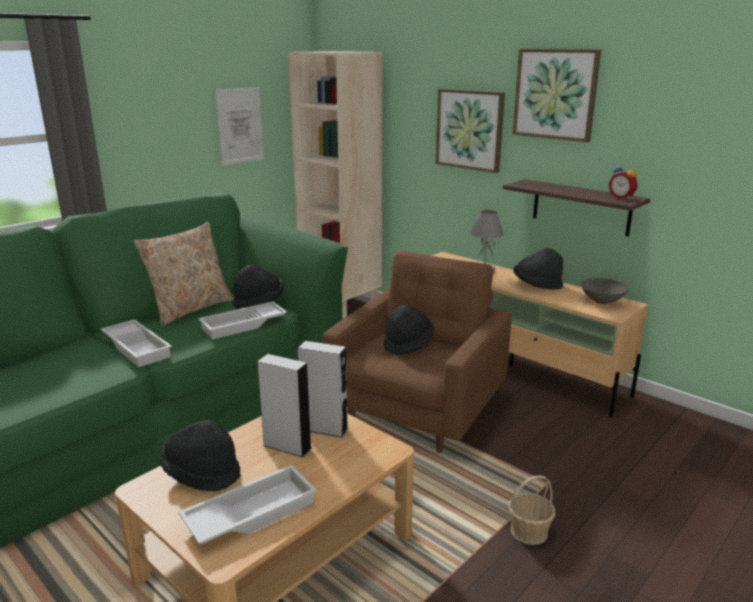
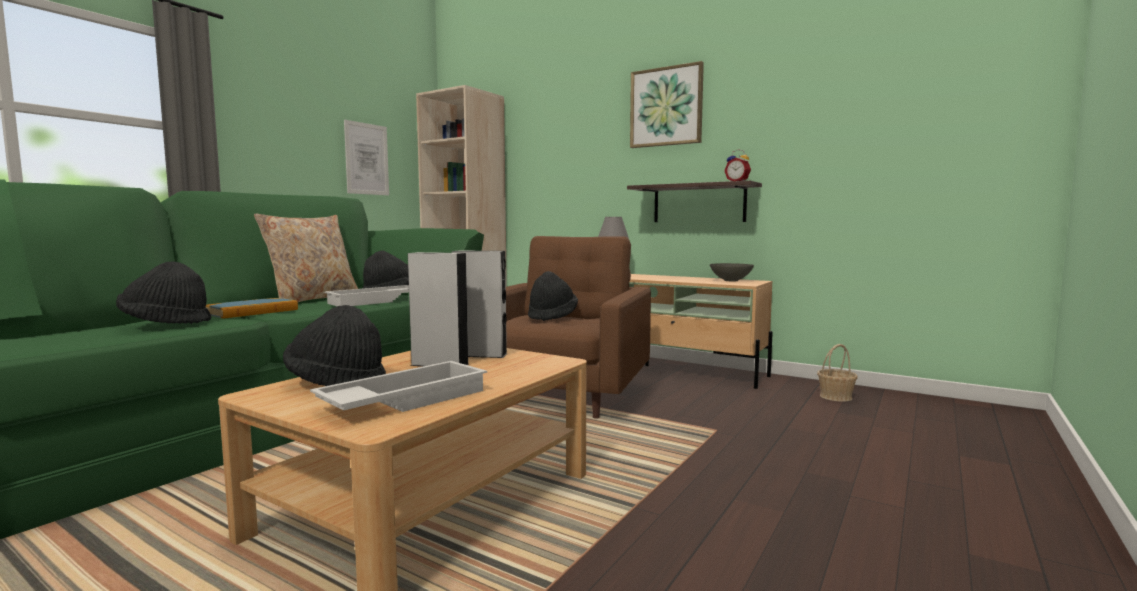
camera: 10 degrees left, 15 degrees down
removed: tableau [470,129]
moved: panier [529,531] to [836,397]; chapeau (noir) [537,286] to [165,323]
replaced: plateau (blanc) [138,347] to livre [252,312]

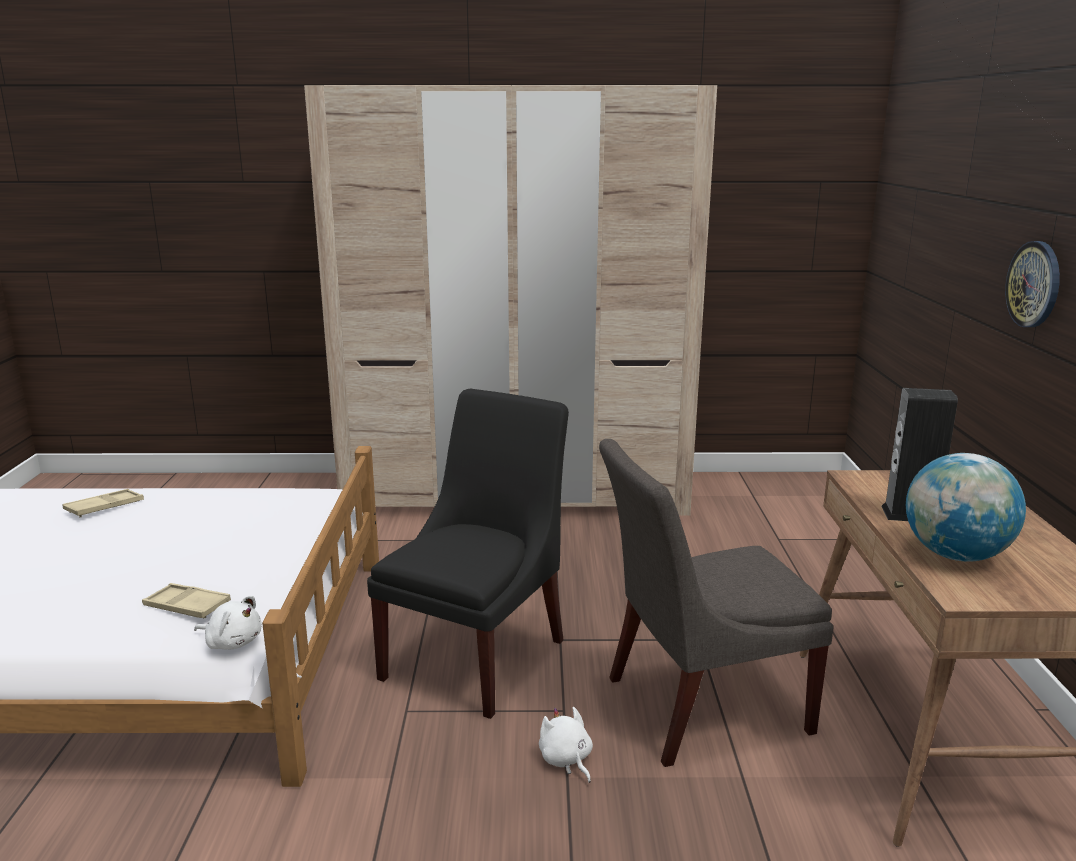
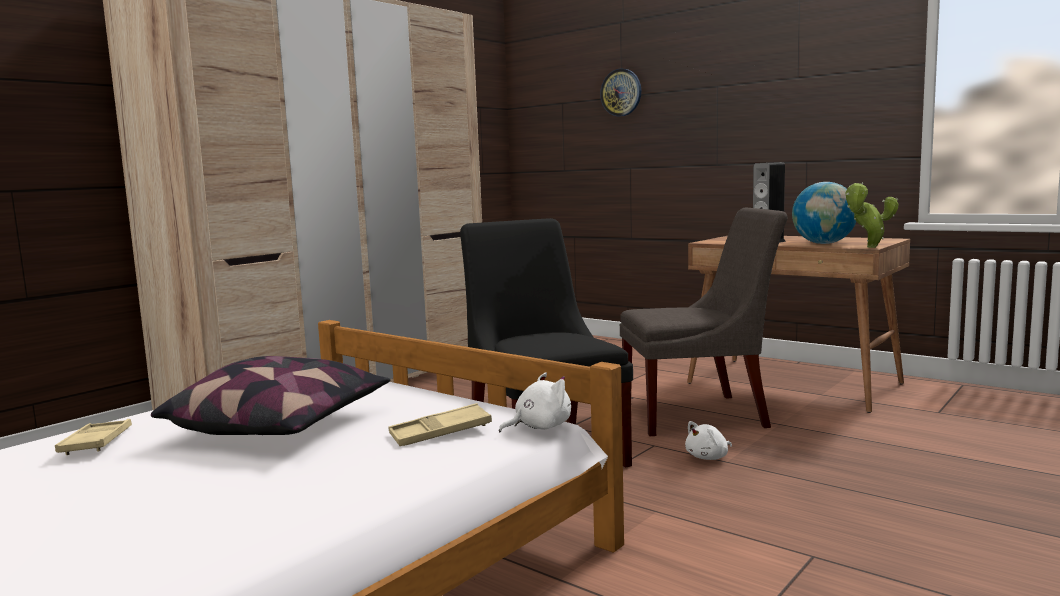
camera: 50 degrees left, 10 degrees down
added: coussin [282,426]; plante en pot [869,247]
moved: horloge murale [1034,284] to [621,92]
turned: peluche (blanc) [566,760] = [708,457] 45 degrees counterclockwise; chaise (gris) [698,706] = [700,415] 120 degrees counterclockwise

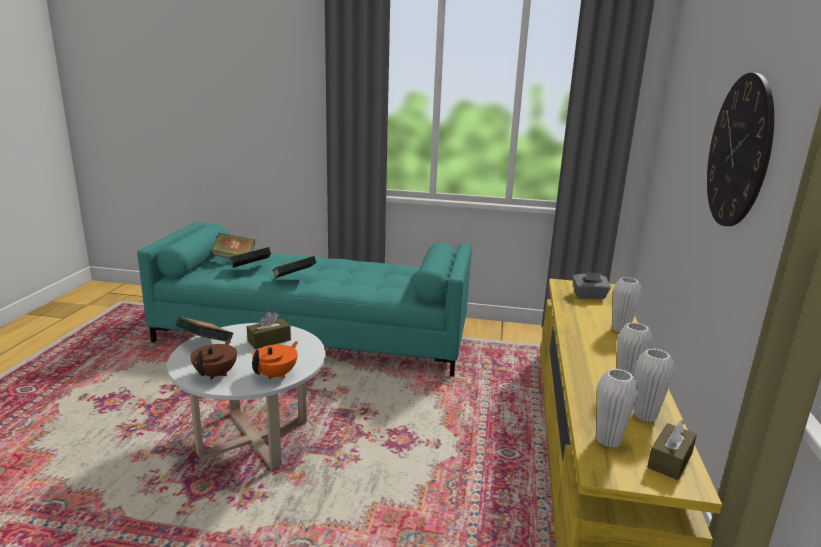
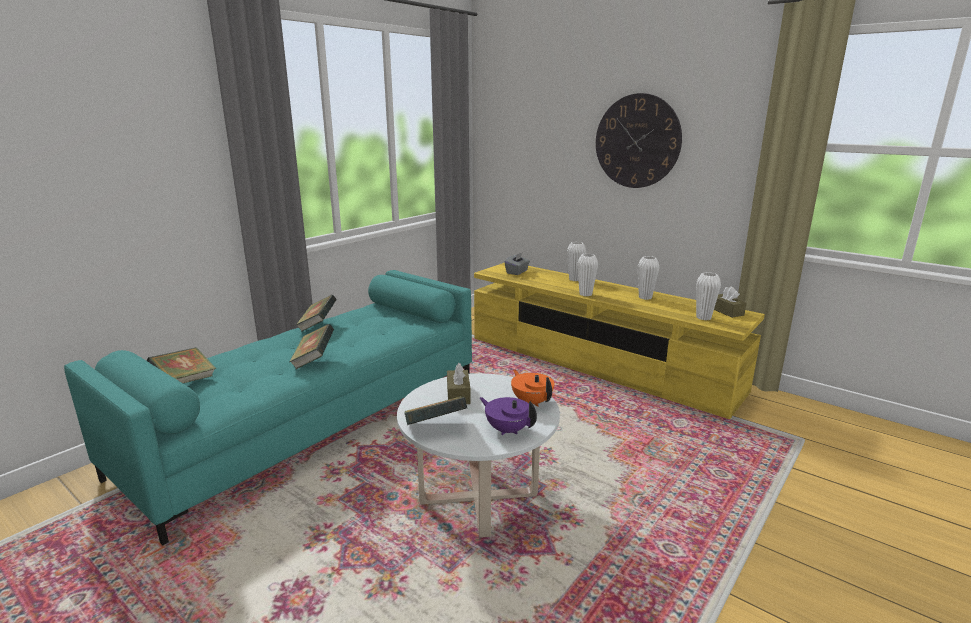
camera: 60 degrees left, 0 degrees up
moved: livre [251,269] to [318,325]; vase (blanc) [645,416] to [585,294]
recoloured: théière (marron) [216,374] to théière (violet) [507,429]

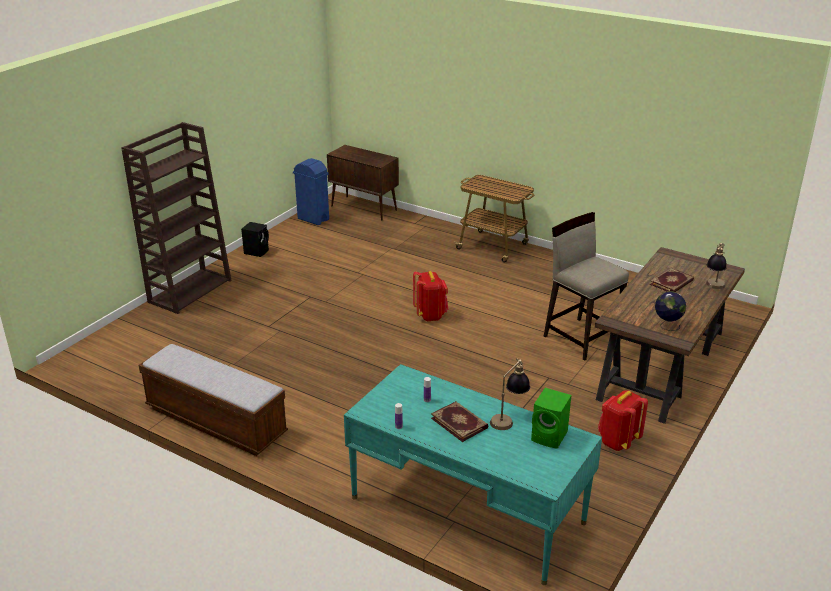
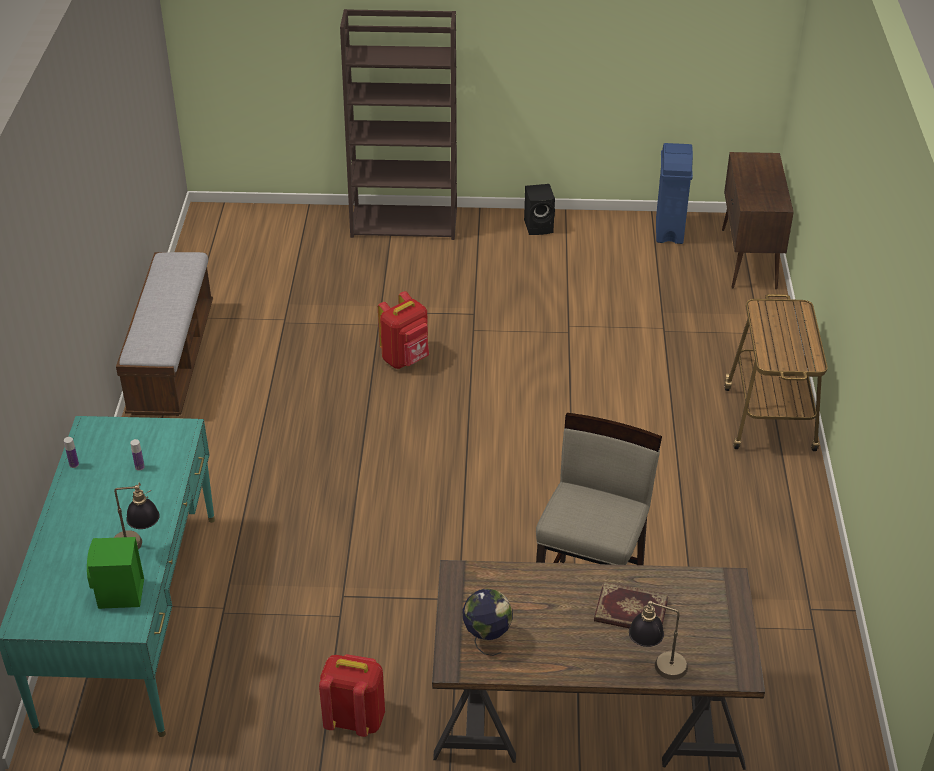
camera: 60 degrees right, 10 degrees up
removed: livre [460,423]
moved: sac à dos (rouge) [430,315] to [406,359]

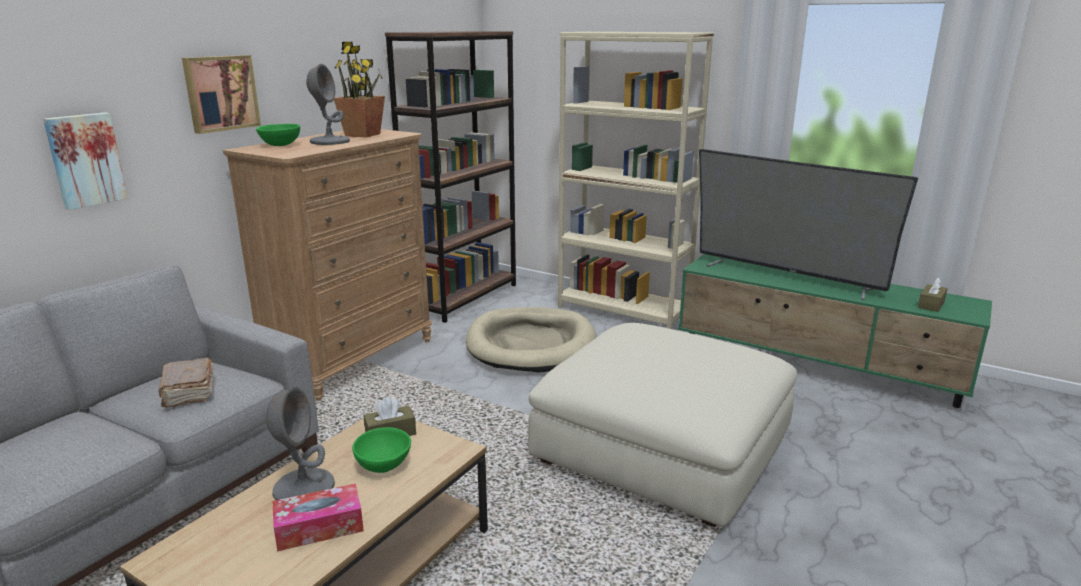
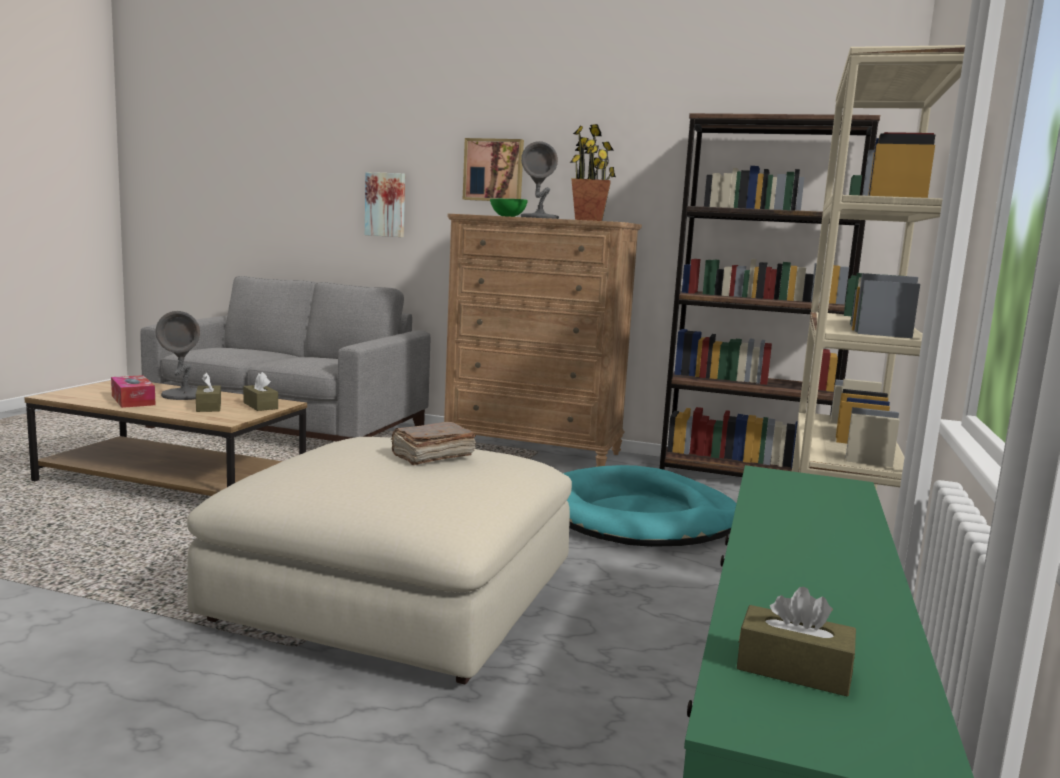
camera: 75 degrees right, 10 degrees down
removed: téléviseur [786,277]
moved: livre (marron) [188,392] to [431,456]
replaced: bol (vert) [384,465] to boîte à mouchoirs (marron) [208,407]
recoloured: panier pour chien (beige) [531,344] to panier pour chien (turquoise) [639,516]

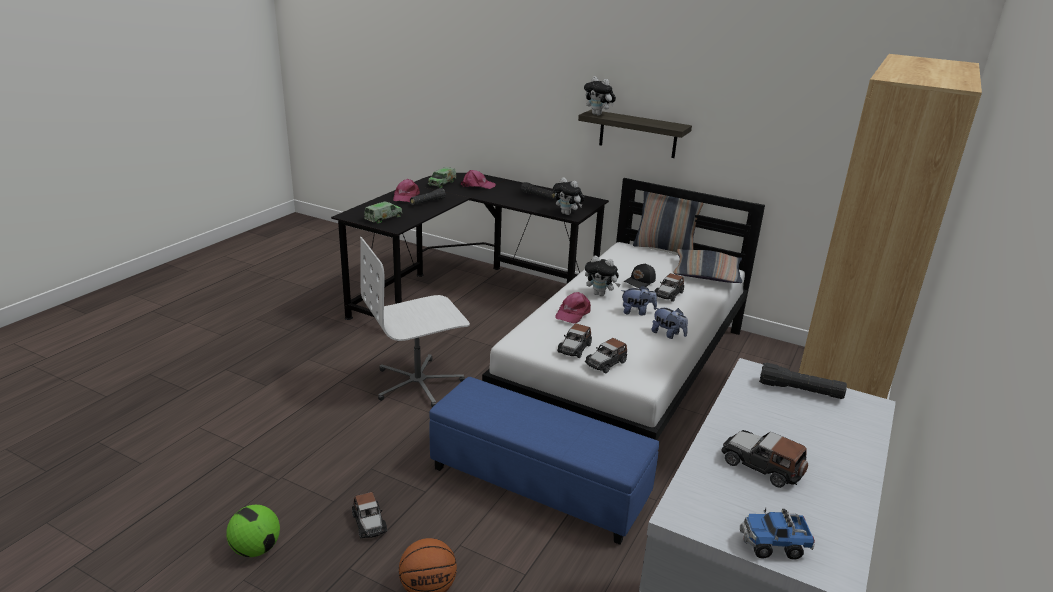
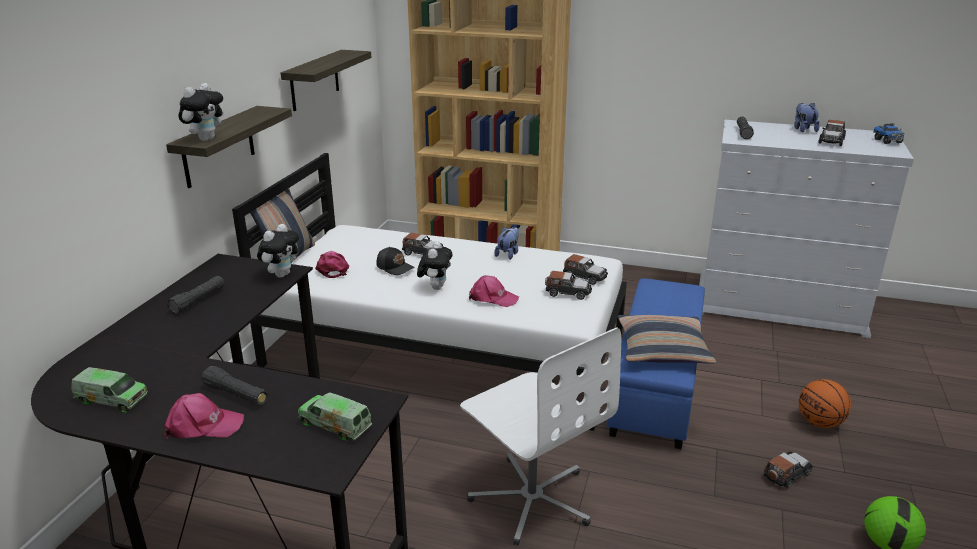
camera: 100 degrees left, 0 degrees up
added: étagère [314,80]
moved: casquette (rose) [477,185] to [333,269]; peluche [637,312] to [803,129]; coussin [706,274] to [662,349]

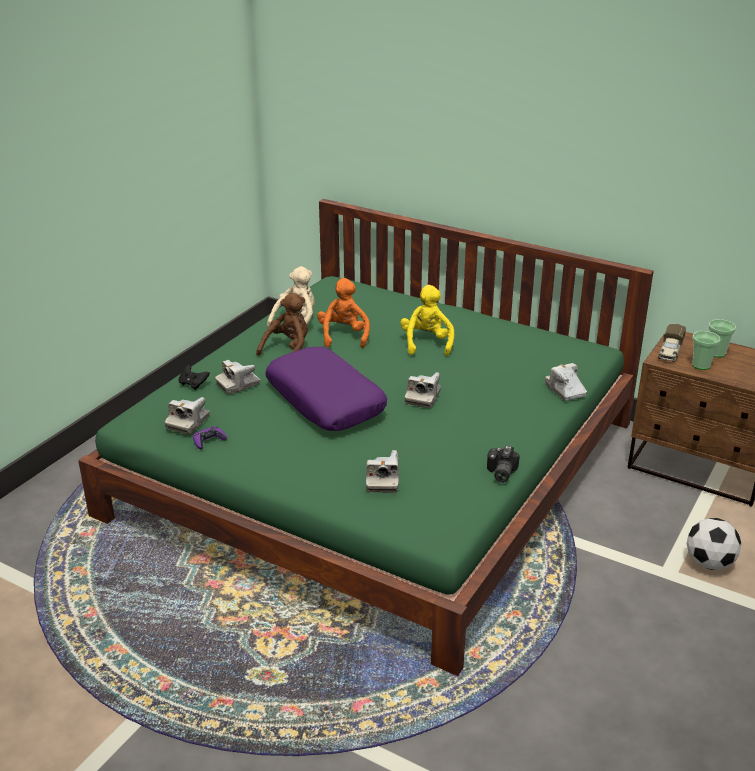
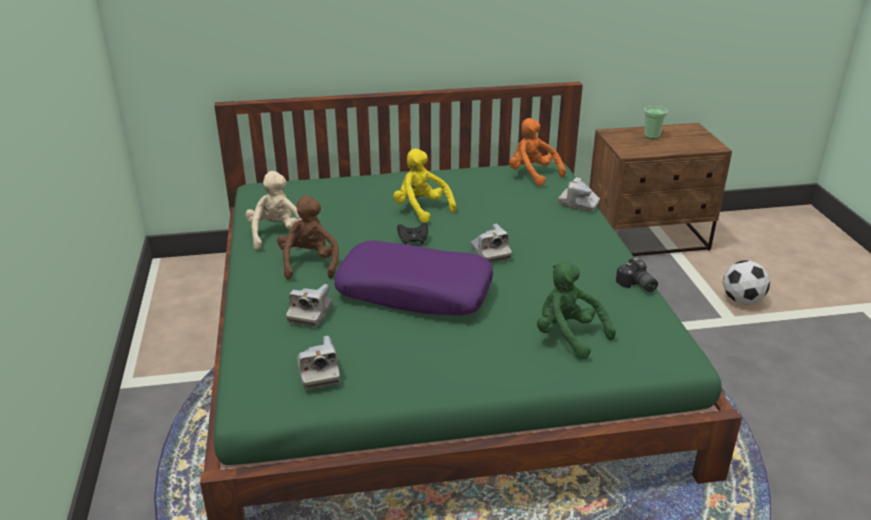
camera: 40 degrees left, 0 degrees up
removed: manette (violet) [209,441]; camion jouet [670,352]; tasse [701,365]
moved: manette (noir) [193,384] to [413,241]; peluche (orange) [343,336] to [532,174]
replaced: appareil photo [382,481] to peluche (vert) [568,336]

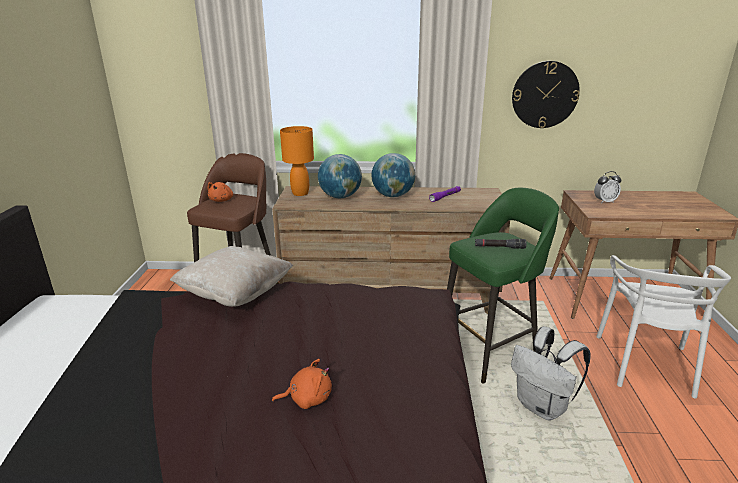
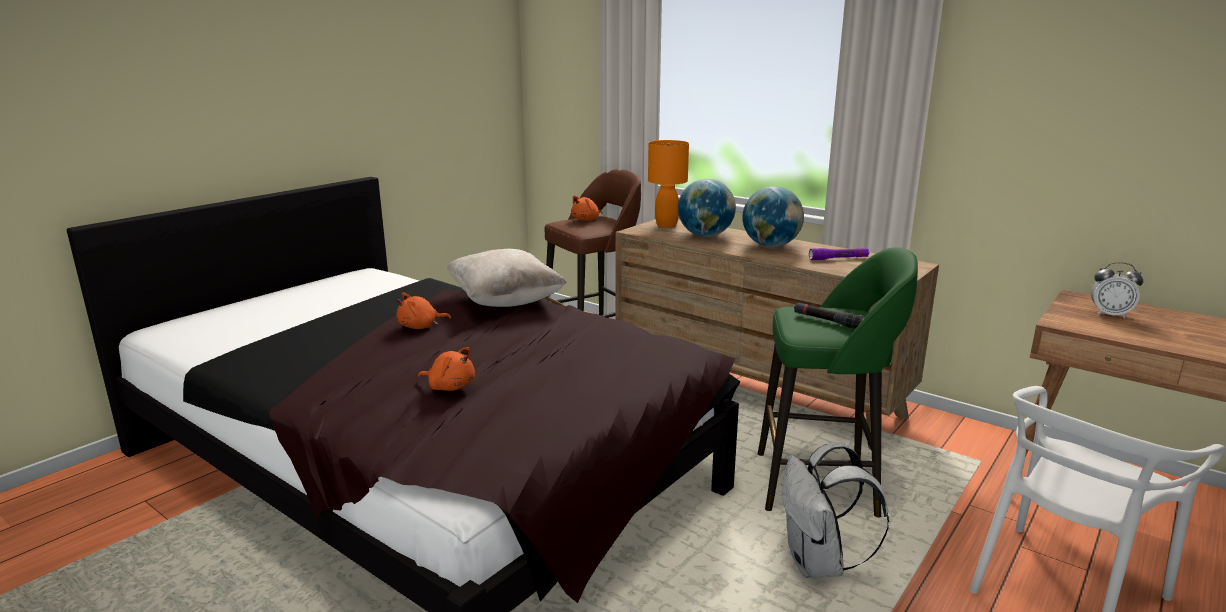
camera: 35 degrees right, 5 degrees down
removed: horloge murale [545,95]
added: peluche (orange) [420,327]

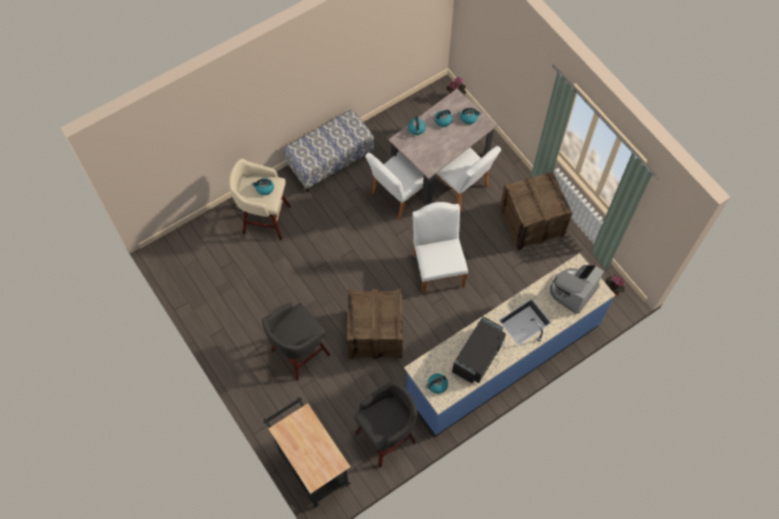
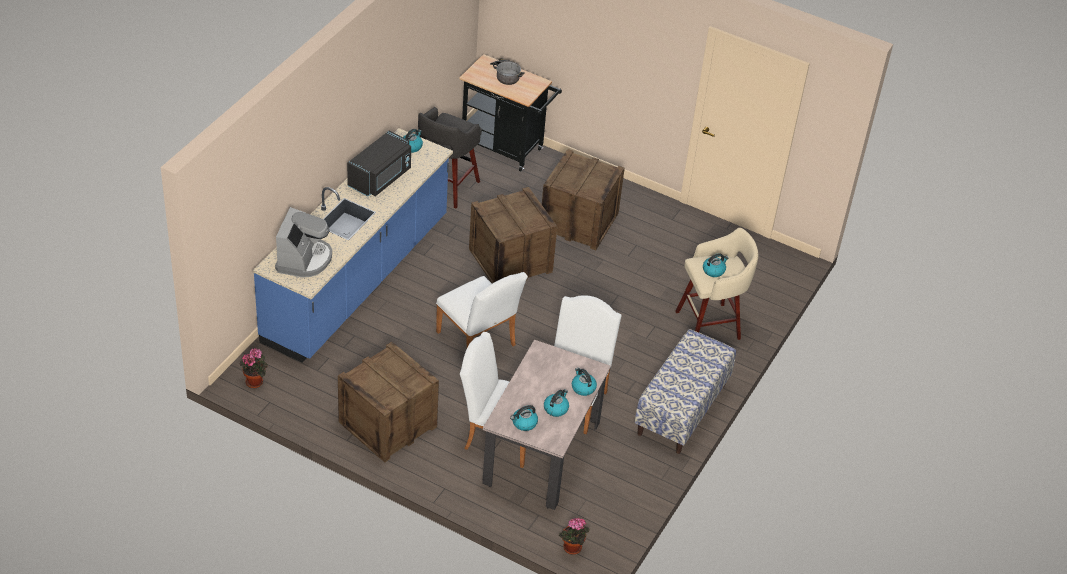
camera: 150 degrees right, 20 degrees down
added: marmite [505,75]
replaced: tabouret (gris) [298,353] to caisse [579,222]
turned: micro-ondes (noir) [478,356] = [381,178] 150 degrees counterclockwise

